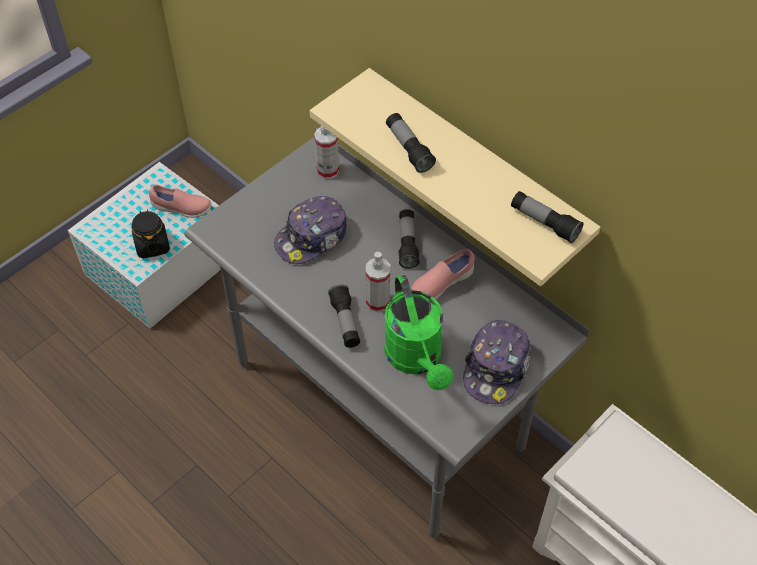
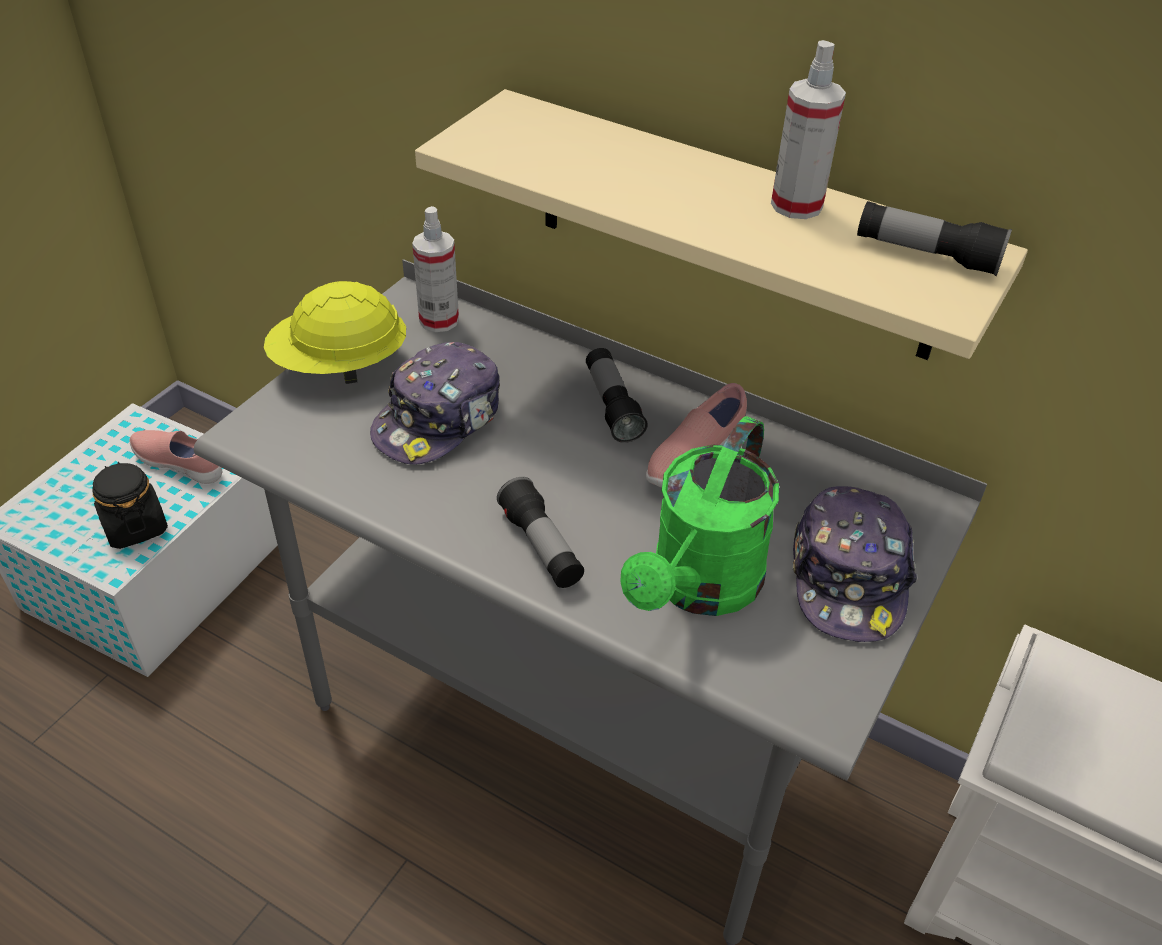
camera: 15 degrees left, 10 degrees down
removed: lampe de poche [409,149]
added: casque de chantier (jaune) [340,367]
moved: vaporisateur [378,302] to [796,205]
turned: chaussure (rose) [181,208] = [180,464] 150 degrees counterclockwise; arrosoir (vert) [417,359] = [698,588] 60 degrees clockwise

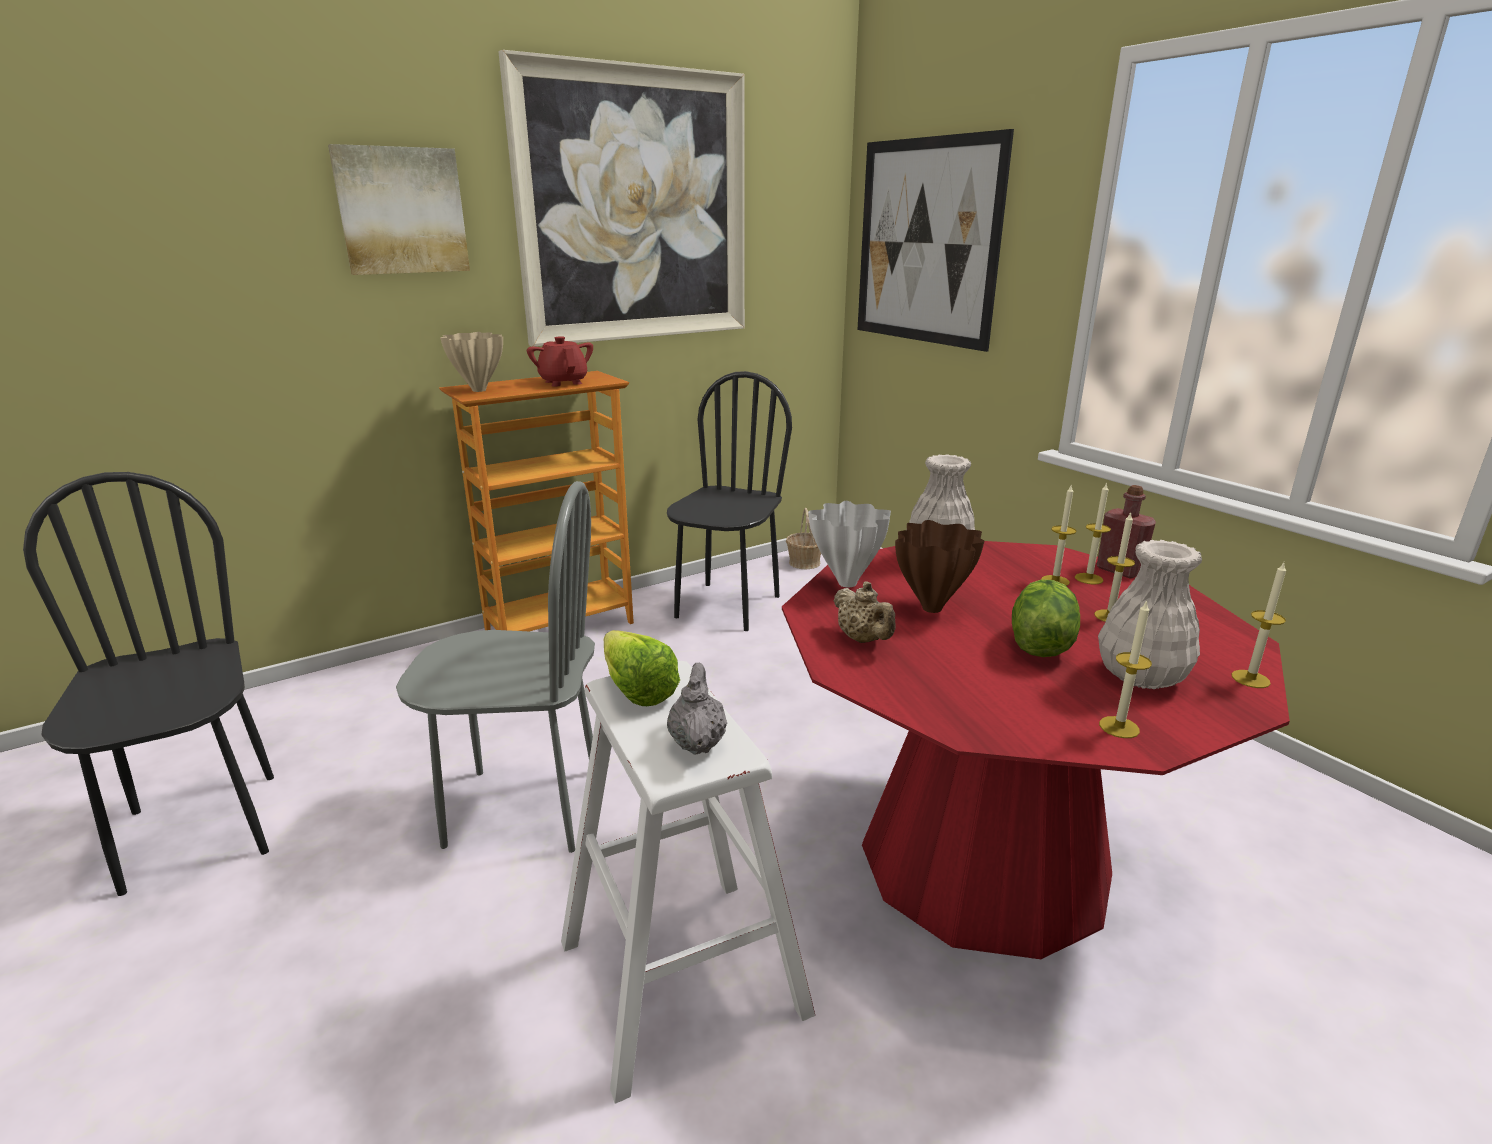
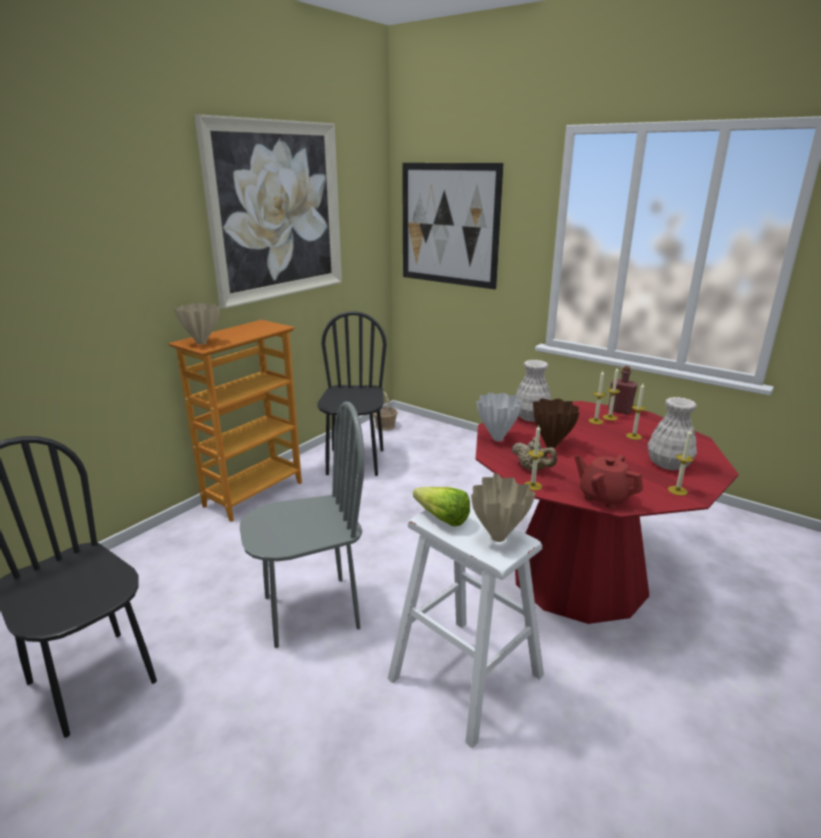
camera: 20 degrees left, 0 degrees up
removed: tableau [401,211]; laitue [1039,644]
moved: théière (rouge) [563,382] to [604,497]; bougie [1250,679] to [532,486]
replaced: théière (gris) [697,742] to vase (beige) [498,538]

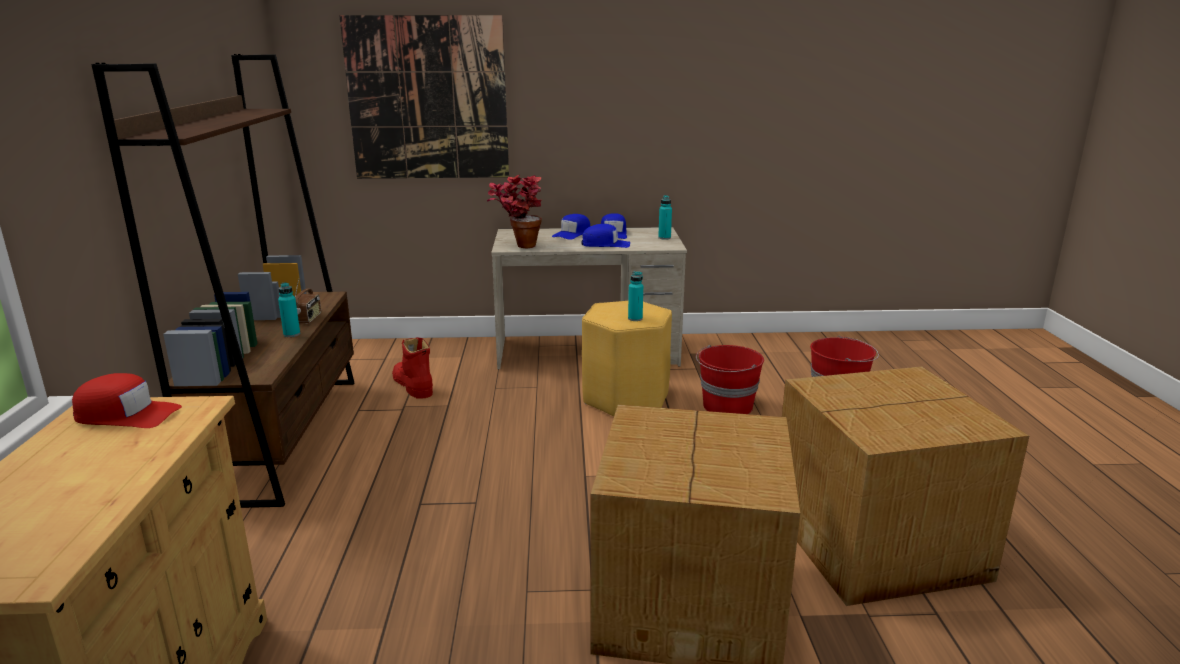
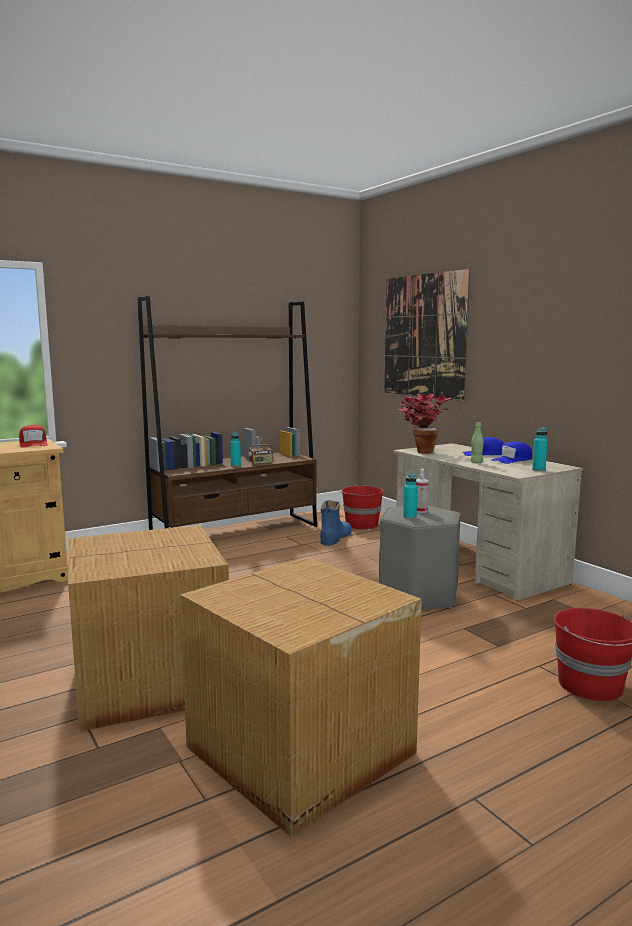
camera: 60 degrees right, 10 degrees down
added: vaporisateur [420,511]
moved: seau (rouge) [727,406] to [361,524]
replaced: casquette (bleu) [605,244] to bouteille (vert) [476,462]
recoloured: botte (rouge) [413,385] to botte (bleu) [335,538]; tabouret (jaune) [625,399] to tabouret (gris) [417,596]

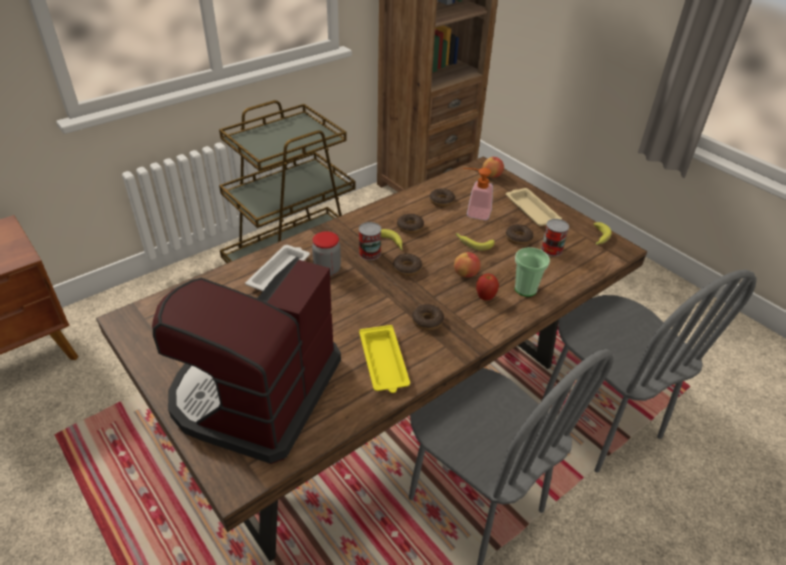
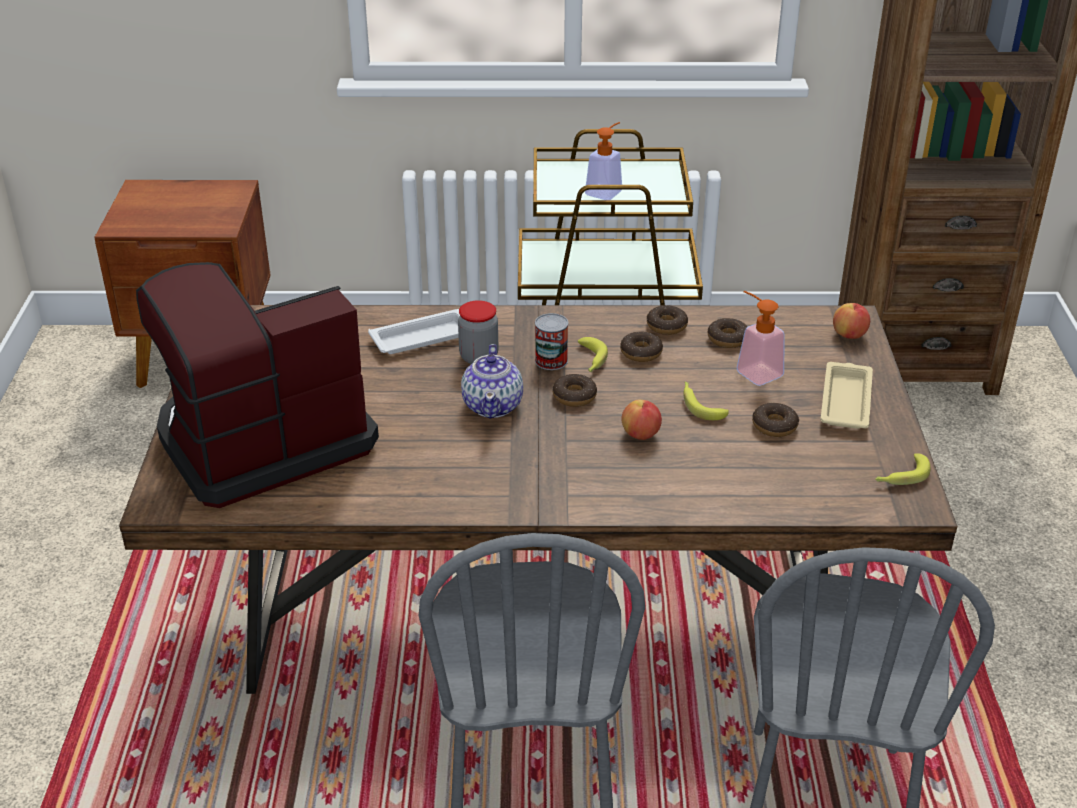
camera: 40 degrees right, 5 degrees down
removed: plateau (jaune) [384,363]; pomme [485,297]; tasse [525,289]; boîte métallique [552,249]
added: théière [493,405]; distributeur de savon [606,190]
moved: beignet [427,321] to [666,326]

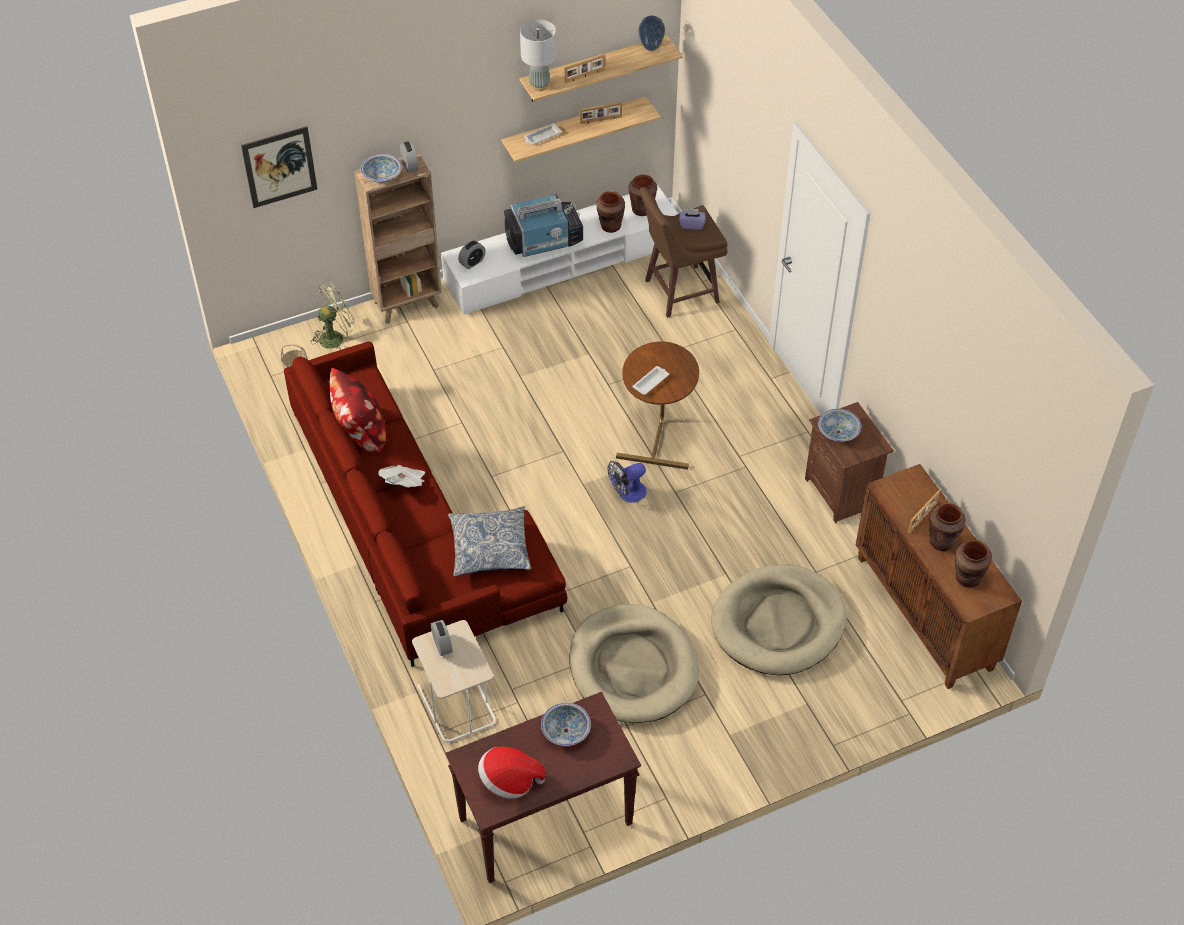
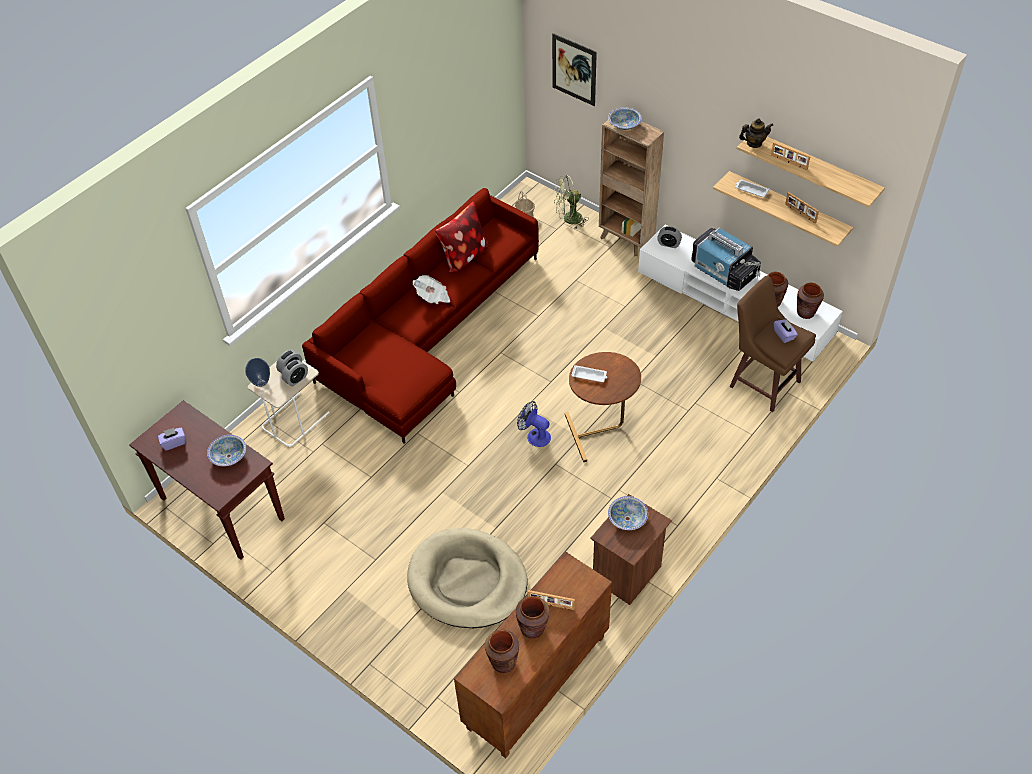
camera: 65 degrees right, 0 degrees up
removed: coussin [490,548]; panier pour chien (beige) [633,667]
moved: réveil [409,166] to [296,379]; vase [651,48] to [261,383]
replaced: chapeau [509,781] to boîte à mouchoirs (violet) [174,442]; lampe de table (gris) [539,85] to théière [754,143]
turned: ventilateur (vert) [336,337] = [568,219] 135 degrees clockwise

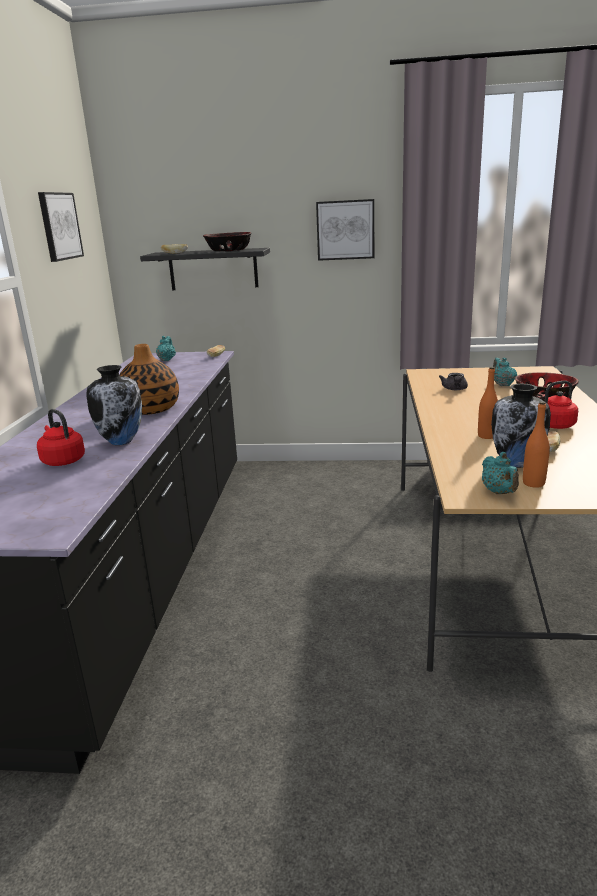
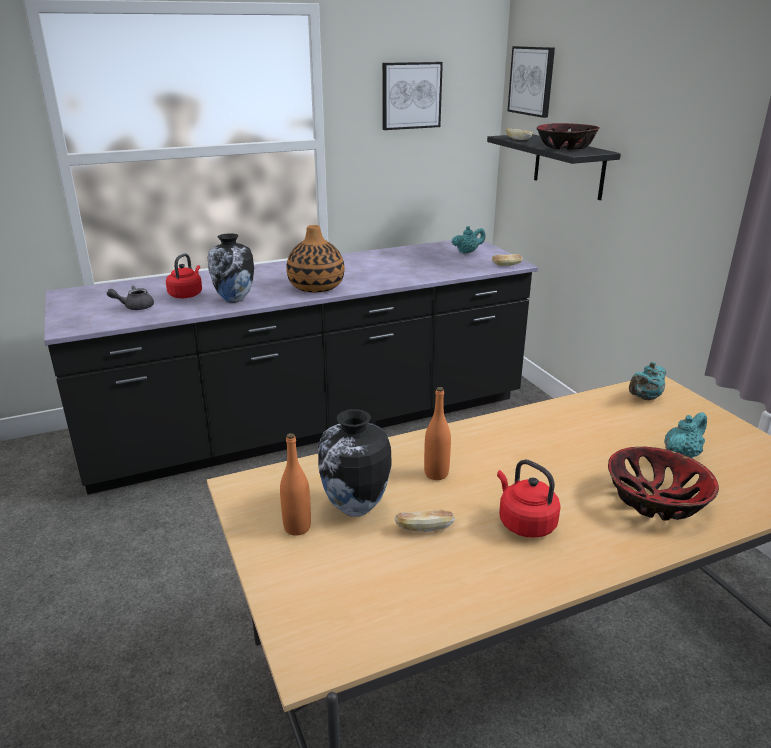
camera: 60 degrees right, 5 degrees up
moved: tableau [345,230] to [532,81]; théière (gris) [454,389] to [135,307]; théière (turquoise) [499,492] to [644,398]

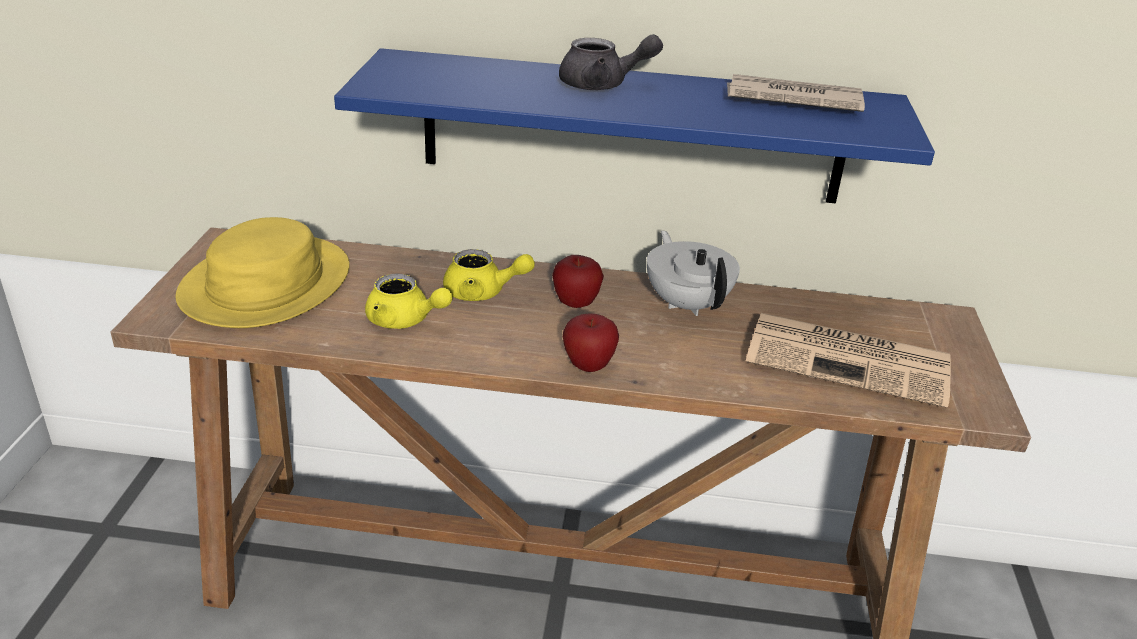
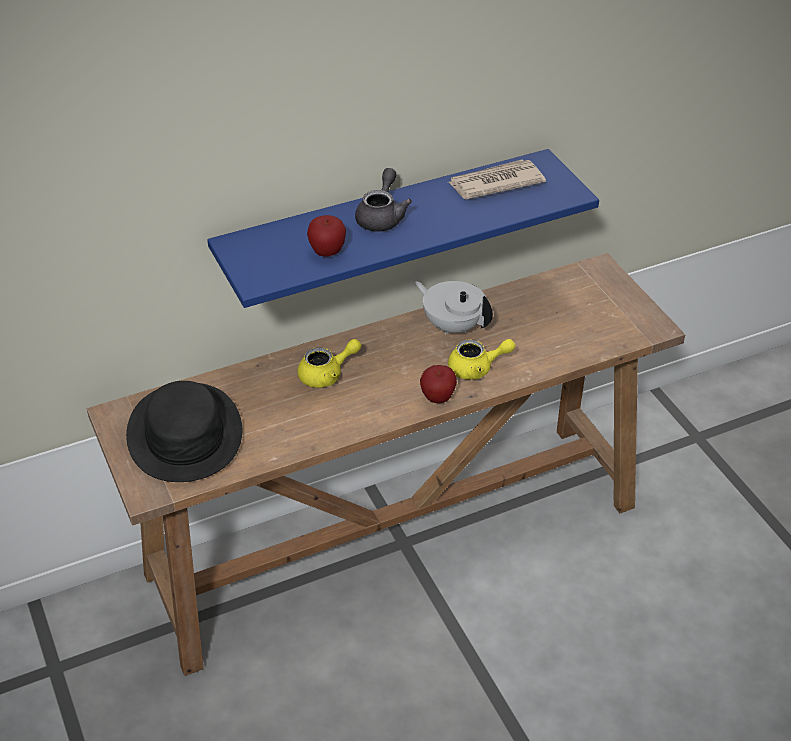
camera: 30 degrees left, 10 degrees up
removed: journal [851,360]
moved: théière (jaune) [405,320] to [477,368]; pomme [576,304] to [327,252]
recoloured: chapeau (jaune) [265,283] to chapeau (noir) [184,434]
turned: théière (gris) [602,85] = [382,217] 45 degrees counterclockwise

